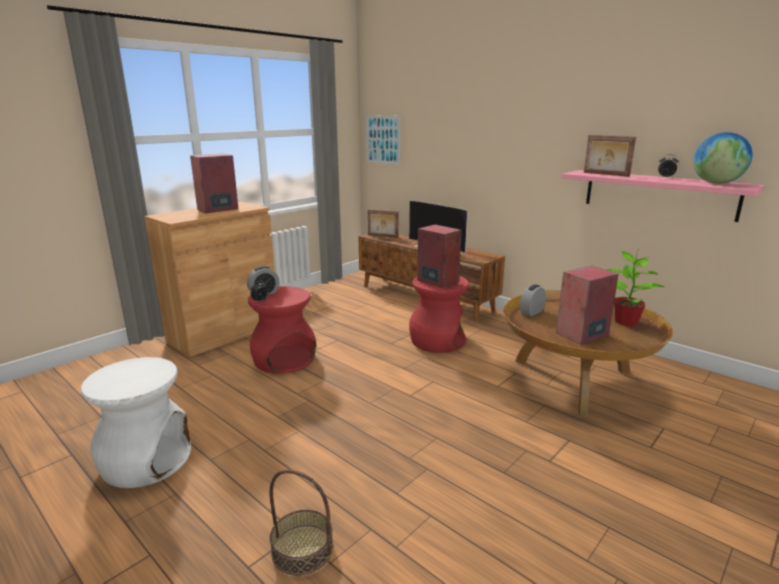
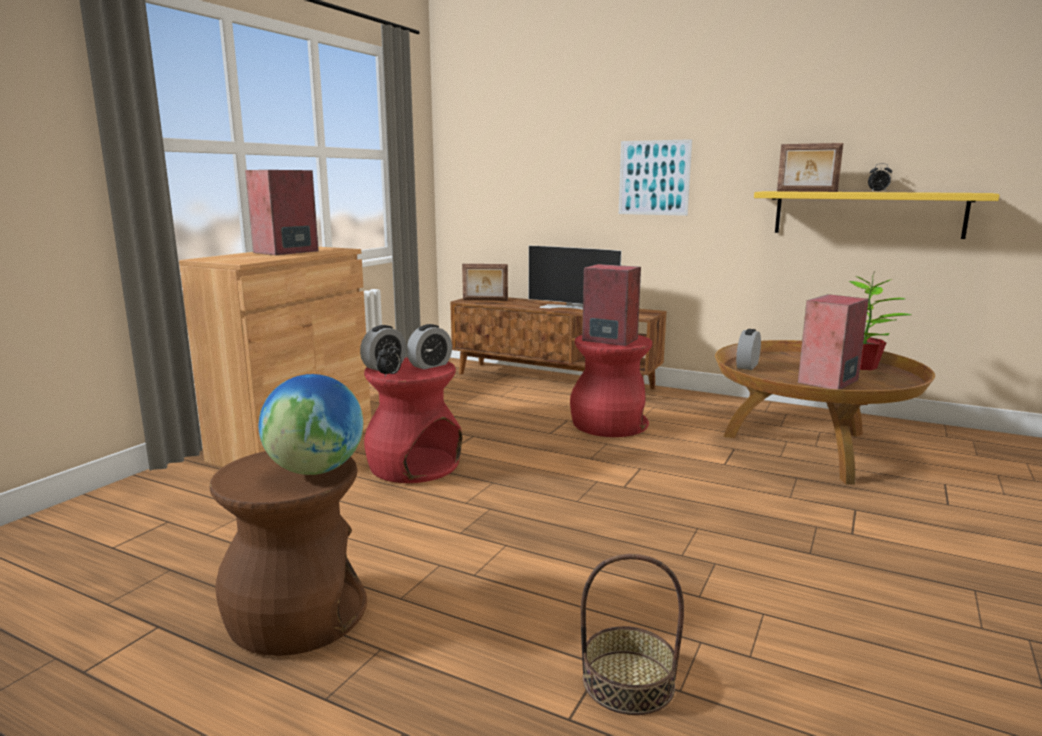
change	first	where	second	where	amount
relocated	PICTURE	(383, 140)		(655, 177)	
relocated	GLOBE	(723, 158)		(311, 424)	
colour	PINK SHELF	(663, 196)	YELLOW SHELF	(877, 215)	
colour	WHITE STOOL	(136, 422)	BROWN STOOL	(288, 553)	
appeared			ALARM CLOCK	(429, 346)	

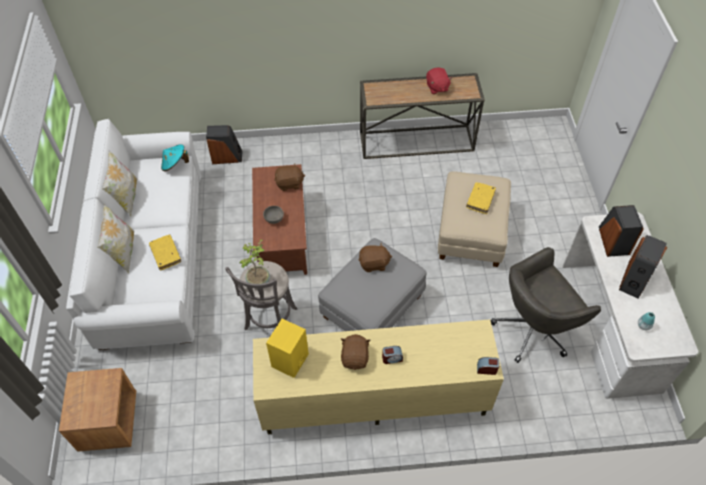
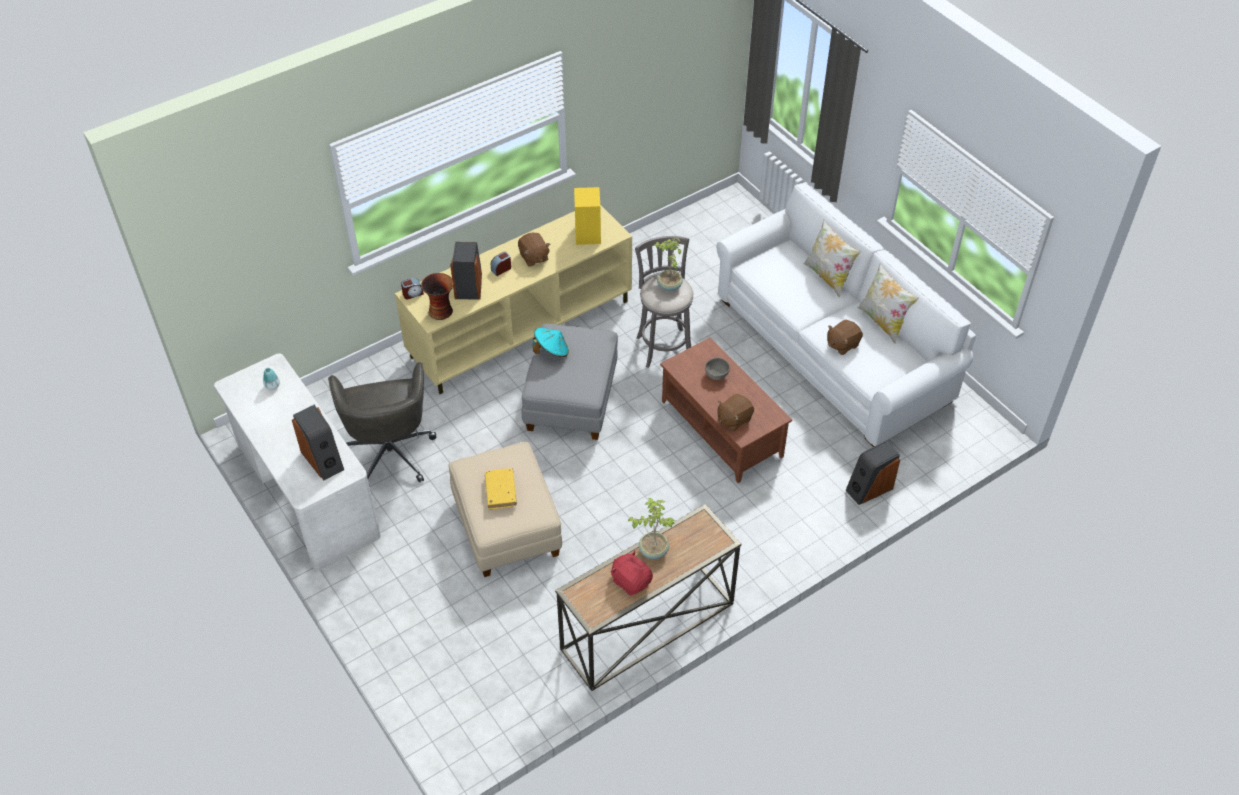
change	first	where	second	where	amount
relocated	TURQUOISE HAT	(175, 157)		(551, 342)	
missing	YELLOW BOOK	(165, 253)			
relocated	SPEAKER	(643, 266)		(466, 271)	
relocated	BROWN PLUSH TOY	(375, 257)		(845, 337)	
spun	GREY OFFICE CHAIR	(546, 305)		(382, 422)	135 degrees clockwise
missing	BROWN NIGHTSTAND	(97, 410)			
appeared			VASE	(437, 296)	
appeared			POTTED PLANT	(651, 528)	

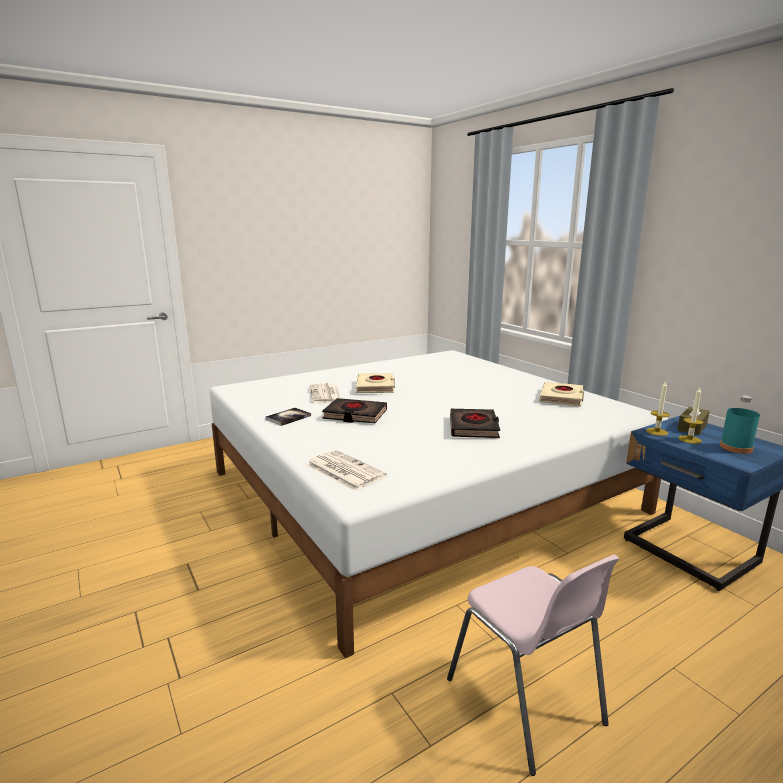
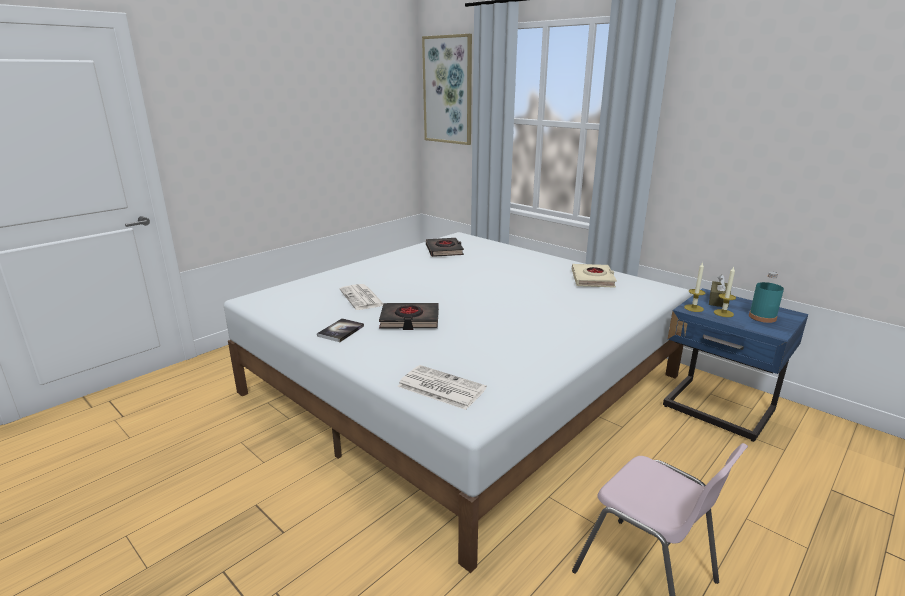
change	first	where	second	where	amount
missing	BEIGE BOOK	(375, 383)			
relocated	BLACK BOOK	(475, 423)		(445, 247)	
appeared			PICTURE	(447, 89)	

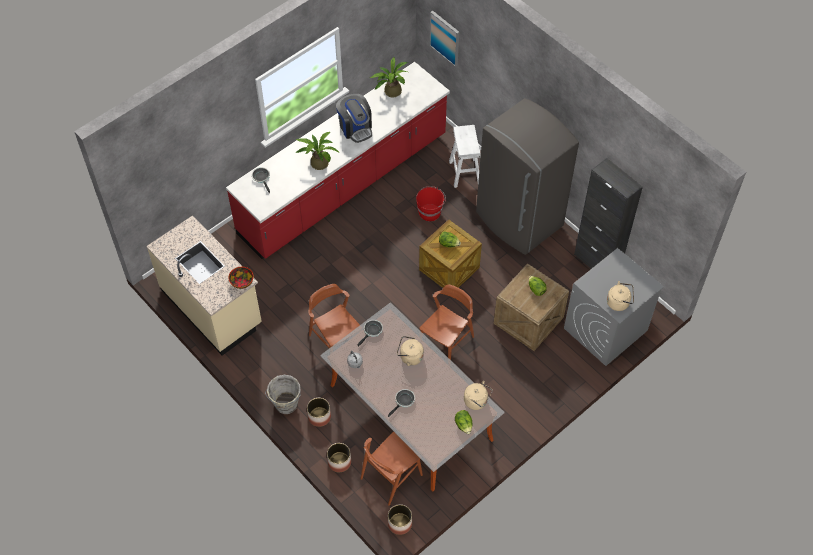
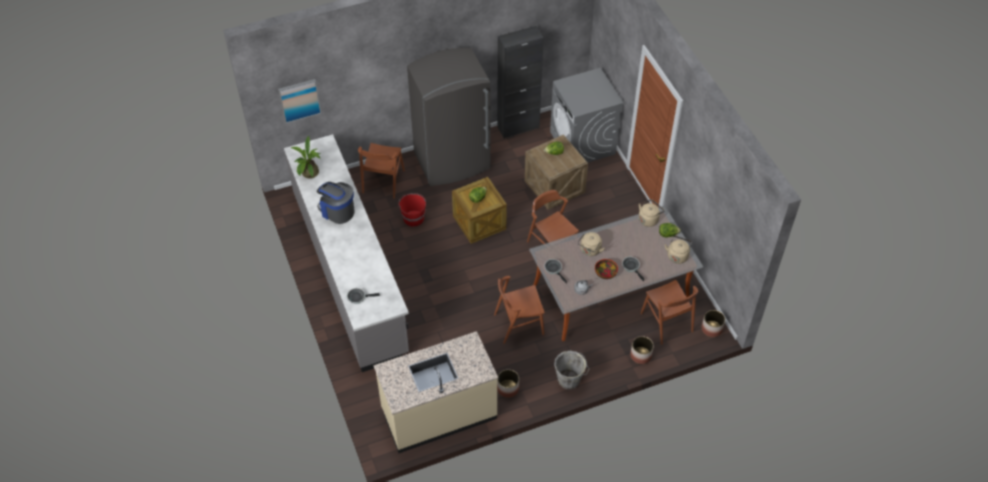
change	first	where	second	where	amount
colour	RED COUNTER	(338, 160)	GREY COUNTER	(346, 253)	
spun	COFFEE MACHINE	(354, 118)		(336, 203)	135 degrees counterclockwise
exchanged	WHITE STOOL	(465, 156)	BROWN CHAIR	(381, 171)	
missing	POTTED PLANT	(318, 151)			
relocated	BOWL	(241, 278)		(606, 269)	
relocated	BEIGE KETTLE	(620, 296)		(679, 250)	
relocated	PLANTER	(319, 412)		(508, 383)	

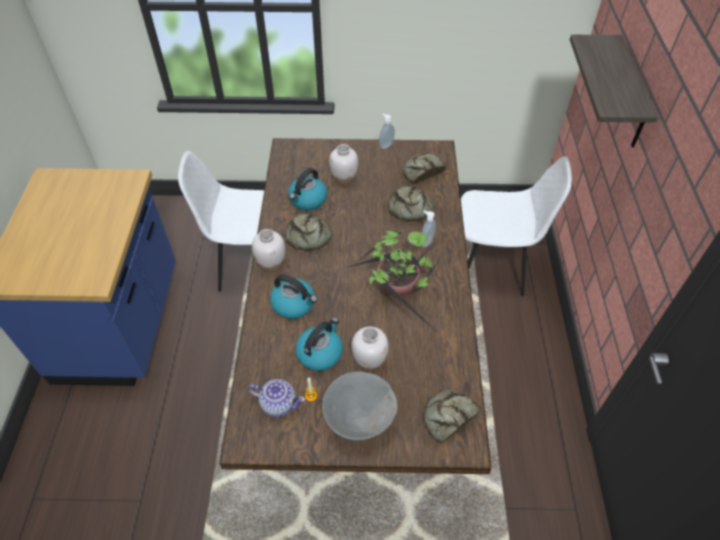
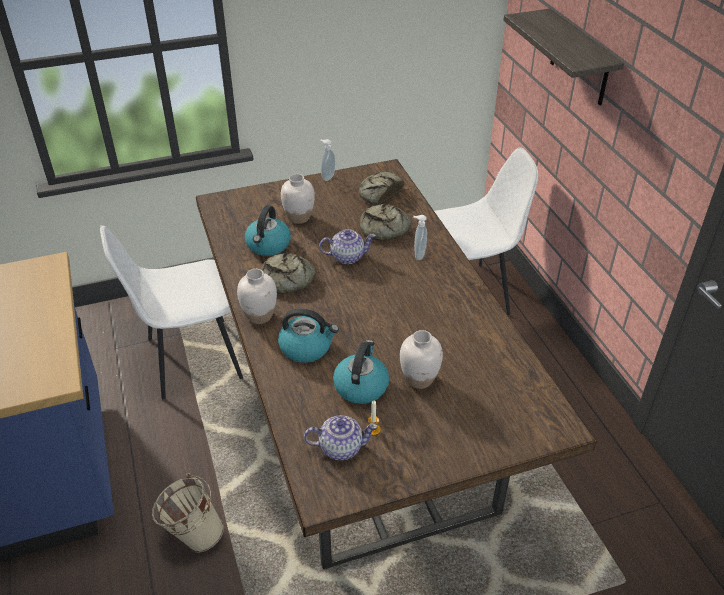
change	first	where	second	where	amount
missing	POTTED PLANT	(393, 279)			
missing	GREY BOWL	(359, 406)			
missing	BREAD	(452, 417)			
appeared			TEAPOT	(347, 246)	
appeared			BEIGE BUCKET	(188, 512)	

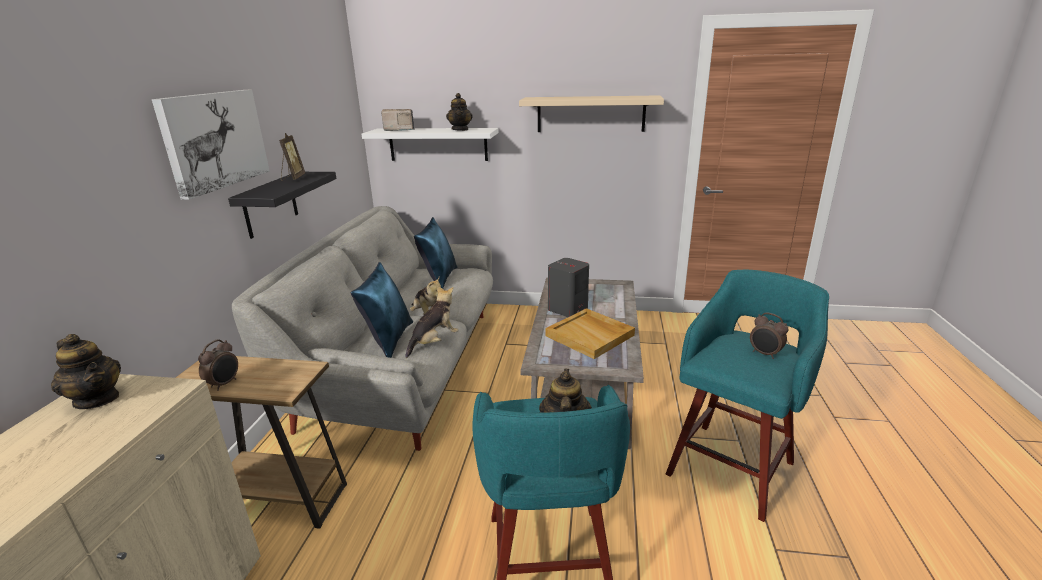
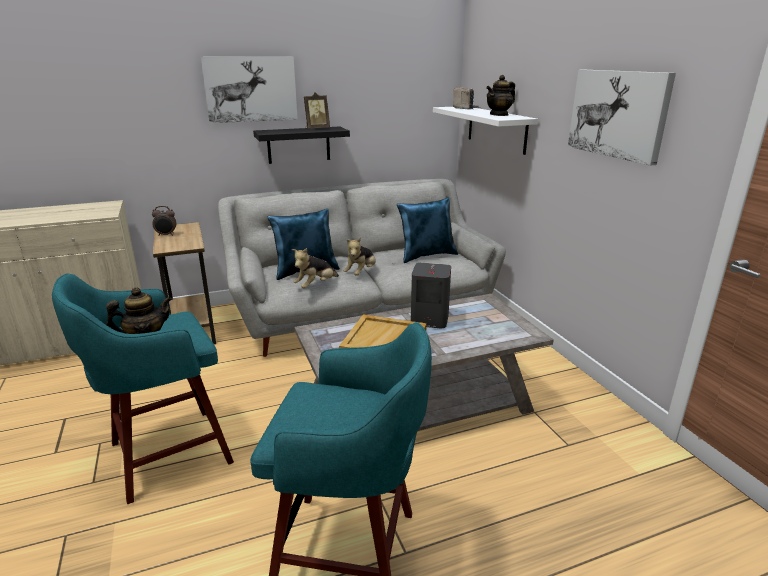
change	first	where	second	where	amount
exchanged	BEIGE SHELF	(591, 113)	PICTURE	(622, 118)	
spun	PLUSH TOY	(432, 322)		(315, 268)	120 degrees clockwise
missing	ALARM CLOCK	(769, 336)			
missing	TEAPOT	(86, 371)			

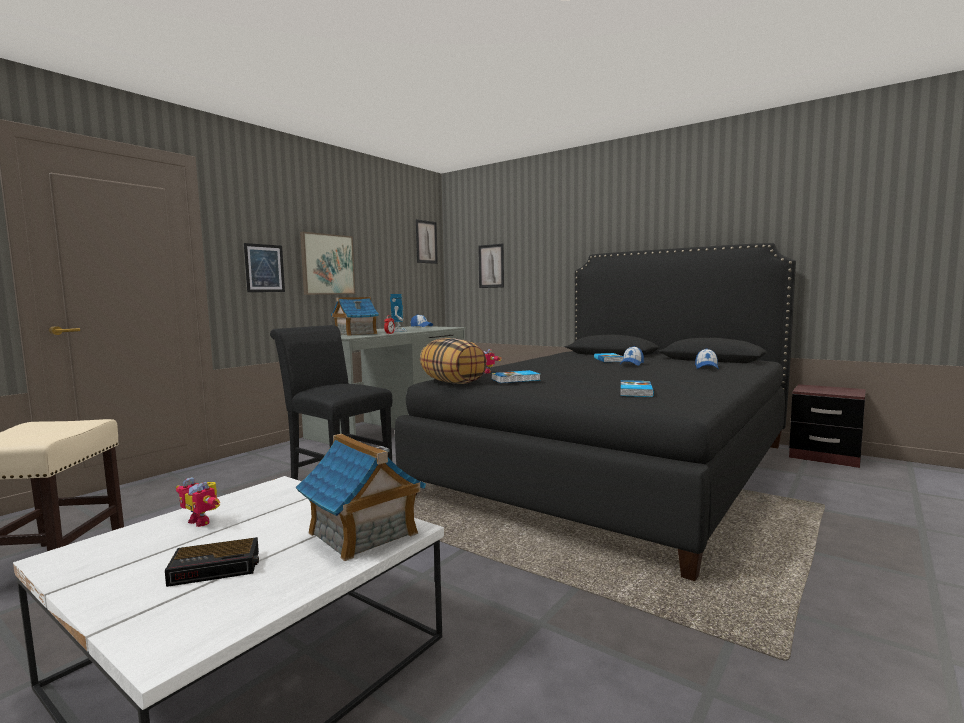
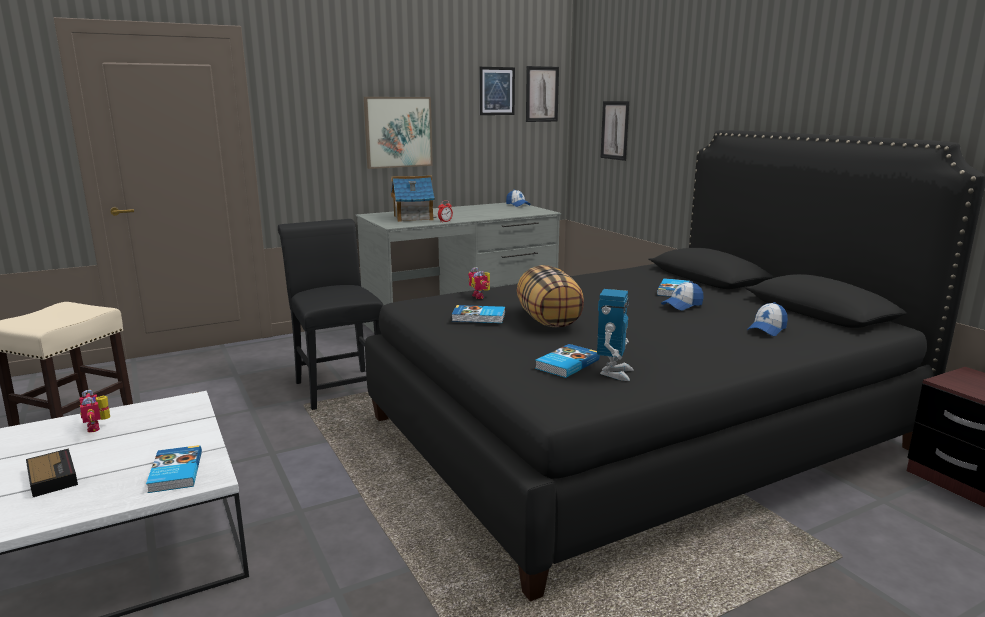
change	first	where	second	where	amount
relocated	PICTURE	(264, 267)		(497, 91)	
relocated	TOY ROBOT	(399, 313)		(615, 335)	
relocated	PILLOW	(453, 361)		(550, 296)	
exchanged	TOY HOUSE	(361, 497)	BOOK	(174, 469)	
spun	ALARM CLOCK	(212, 562)		(52, 472)	135 degrees counterclockwise

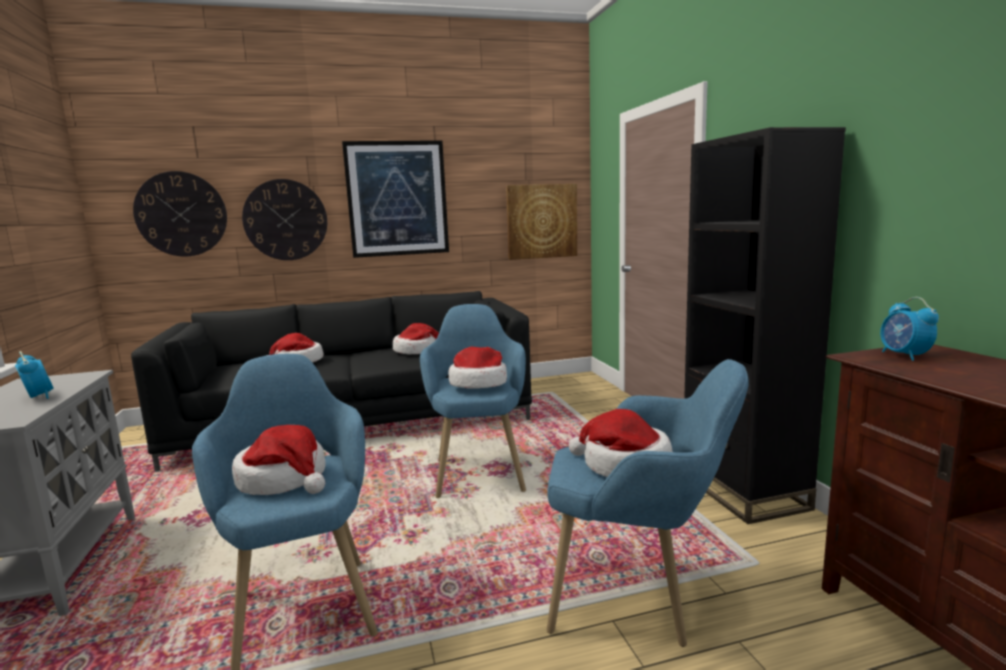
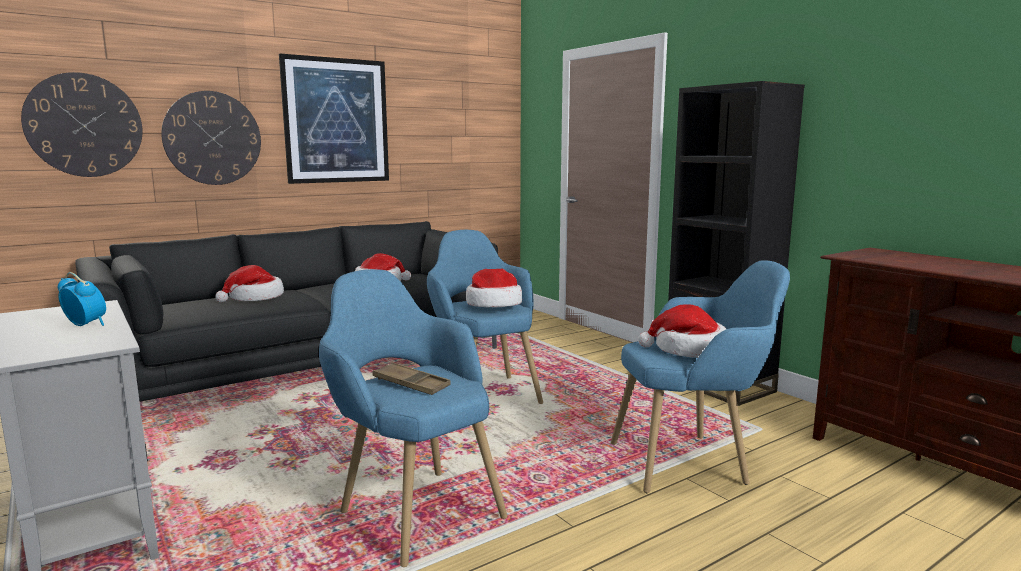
change	first	where	second	where	amount
missing	PICTURE	(541, 222)			
missing	ALARM CLOCK	(909, 329)			
exchanged	HAT	(279, 460)	BROWN TRAY	(412, 378)	

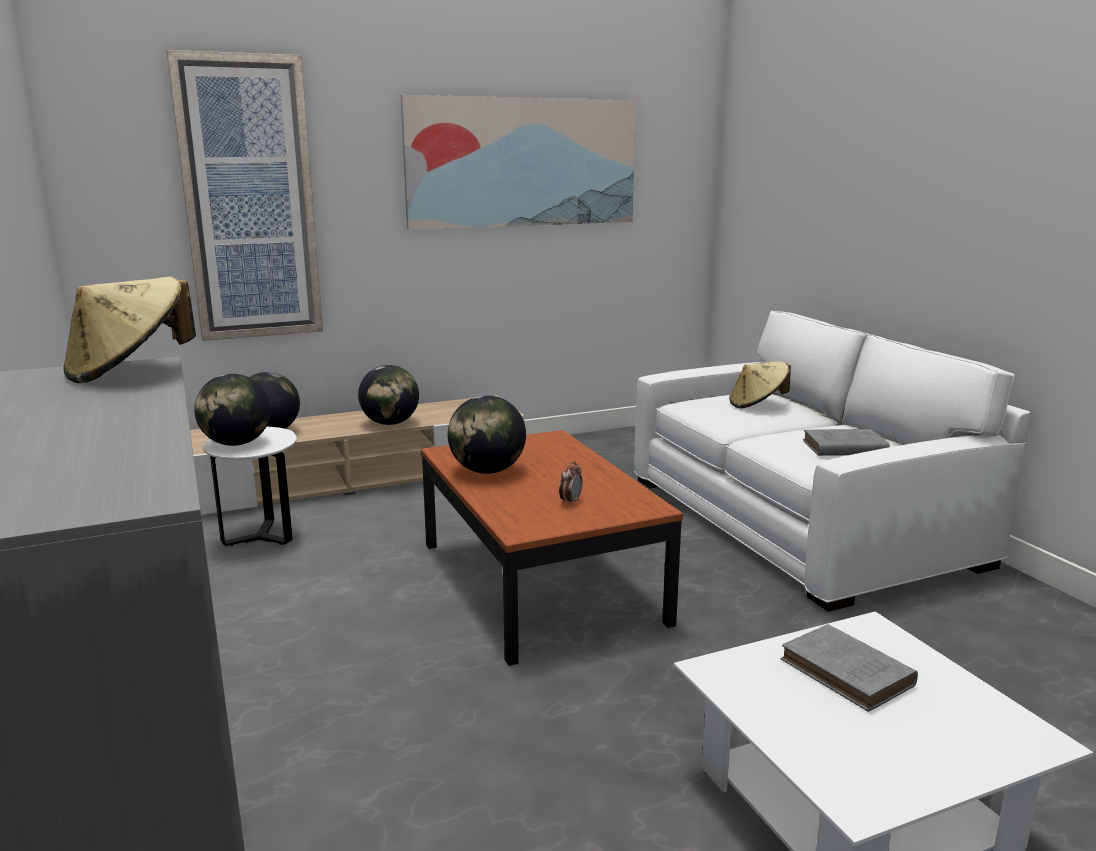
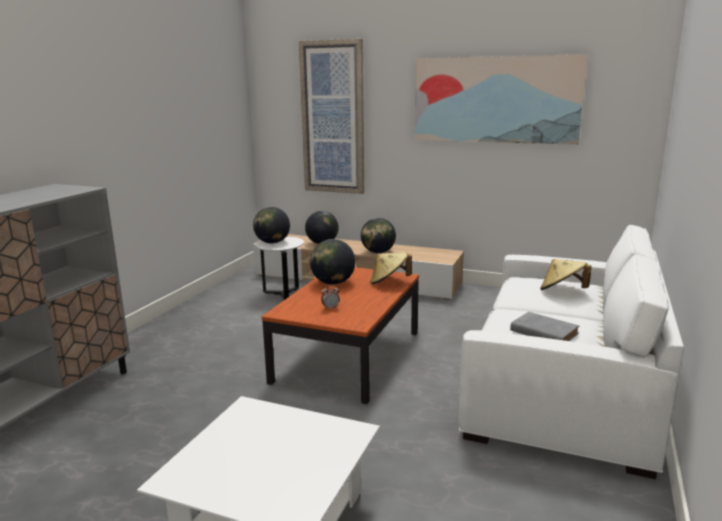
change	first	where	second	where	amount
relocated	BEIGE HAT	(129, 330)		(391, 268)	
missing	GREY BOOK	(849, 668)			

